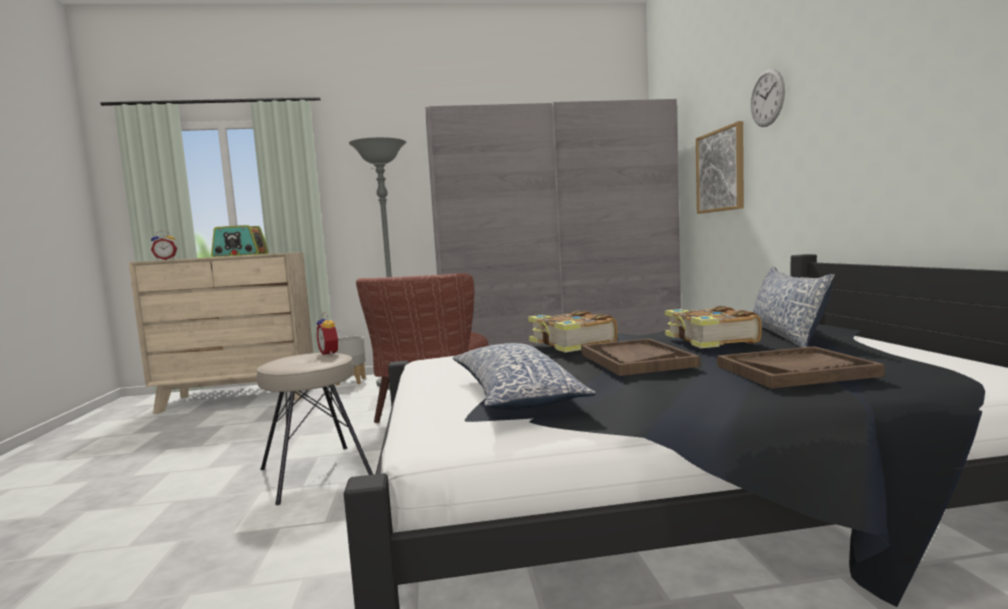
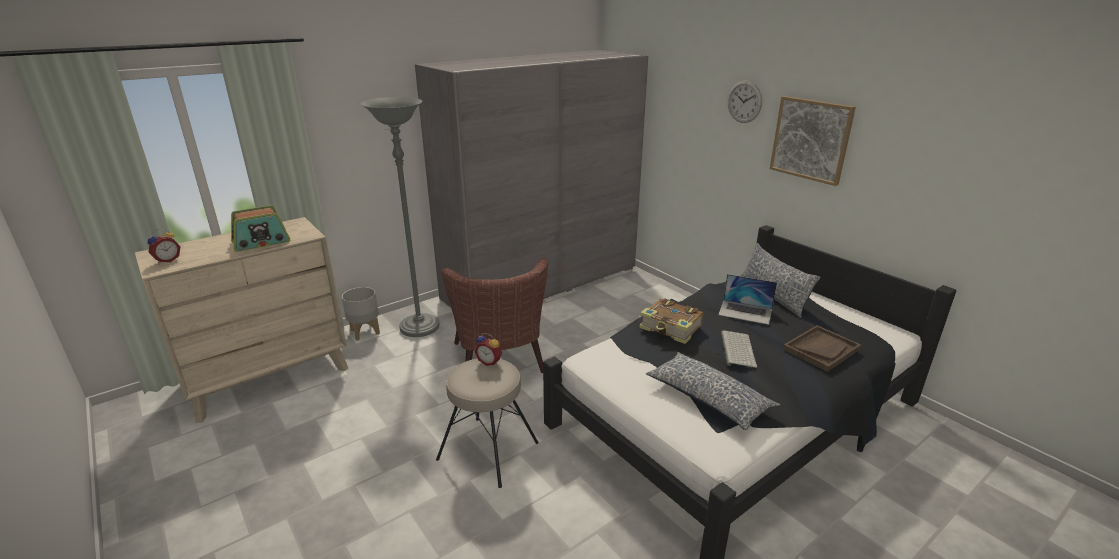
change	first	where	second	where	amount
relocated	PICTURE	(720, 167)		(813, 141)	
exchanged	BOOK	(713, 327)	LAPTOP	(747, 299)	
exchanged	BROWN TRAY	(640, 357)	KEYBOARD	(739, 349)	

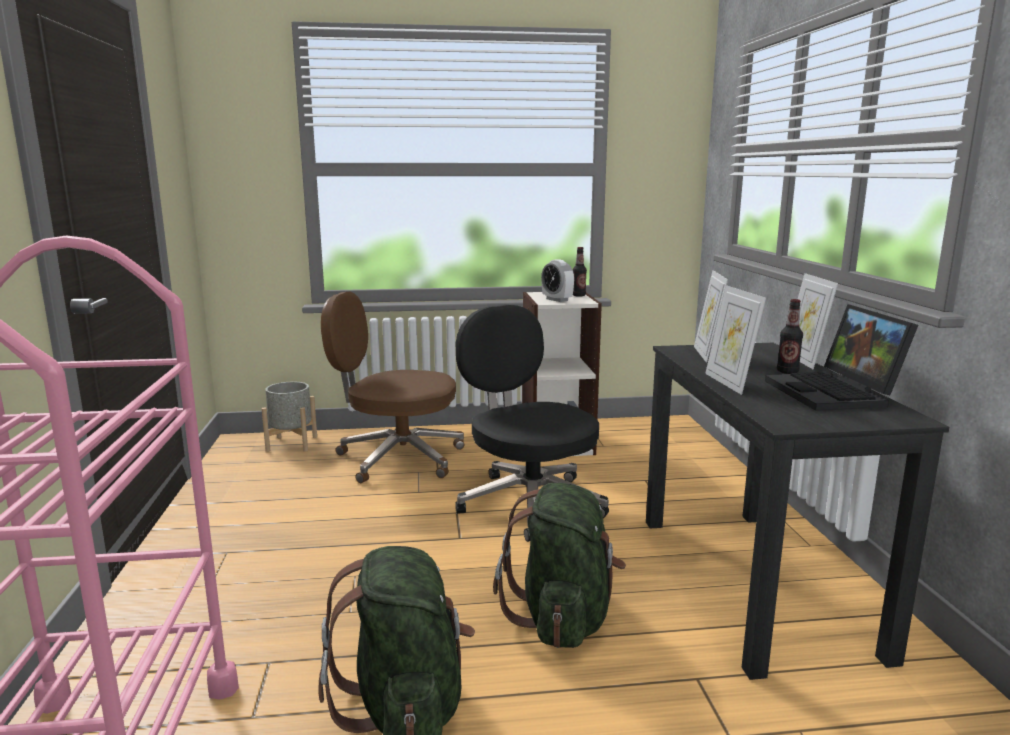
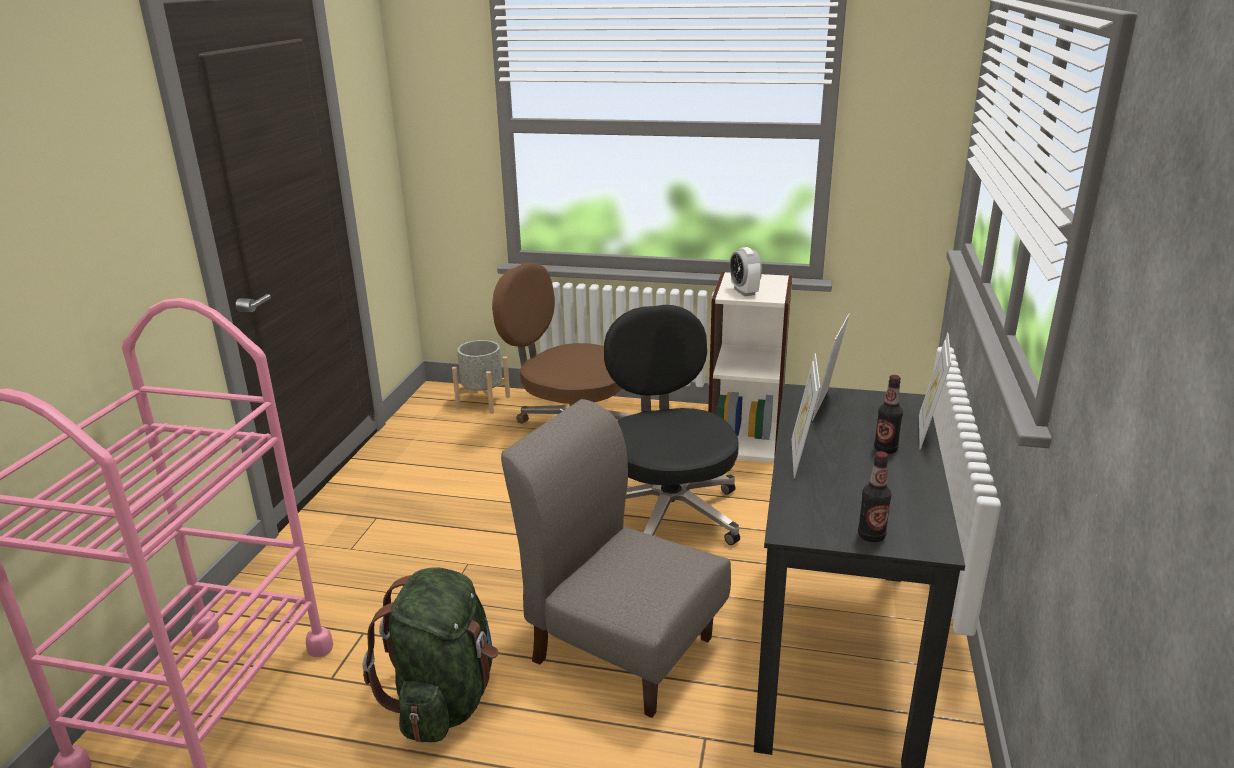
change	first	where	second	where	amount
relocated	BOTTLE	(580, 272)		(875, 496)	
missing	LAPTOP	(841, 357)			
exchanged	GREEN BACKPACK	(559, 565)	GREY CHAIR	(616, 558)	

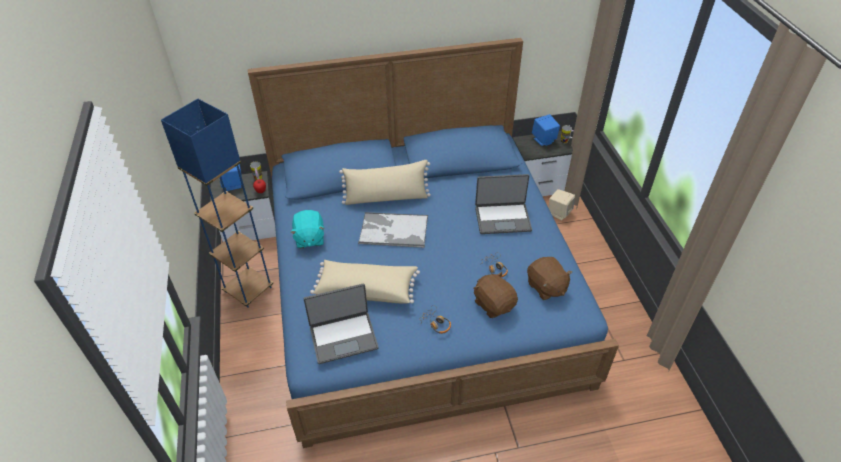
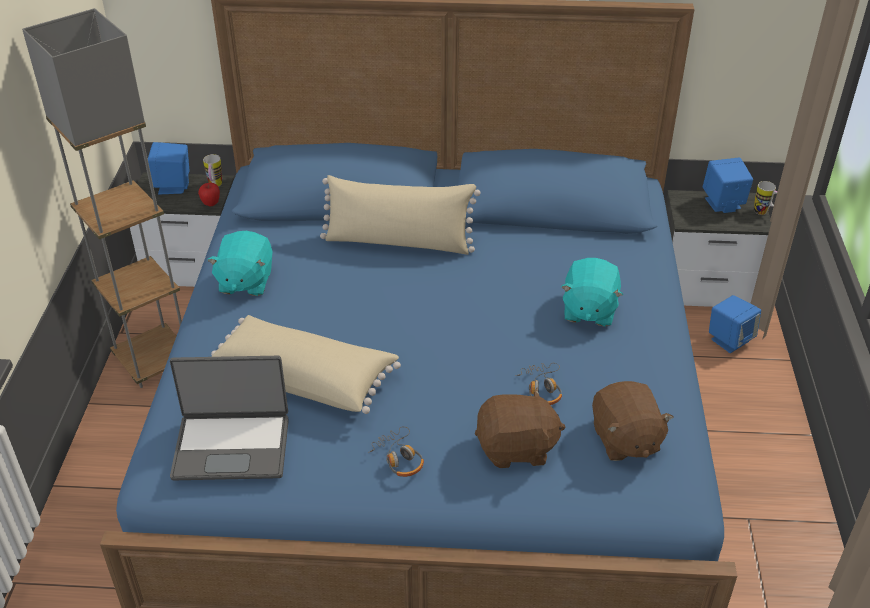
change	first	where	second	where	amount
colour	BLUE FLOOR LAMP	(217, 203)	GREY FLOOR LAMP	(102, 198)	
exchanged	LAPTOP	(503, 204)	TURQUOISE PLUSH TOY	(592, 292)	
colour	BEIGE SPEAKER	(562, 204)	BLUE SPEAKER	(735, 324)	
missing	TRAY	(393, 230)			
spun	BROWN PLUSH TOY	(495, 295)		(520, 428)	105 degrees clockwise

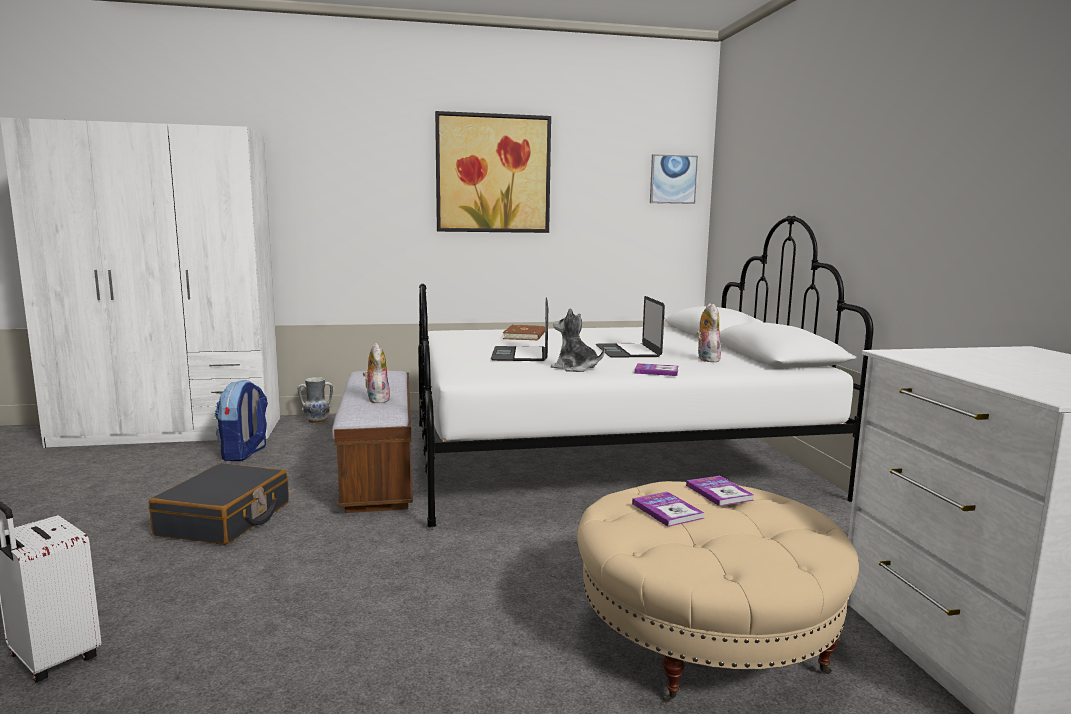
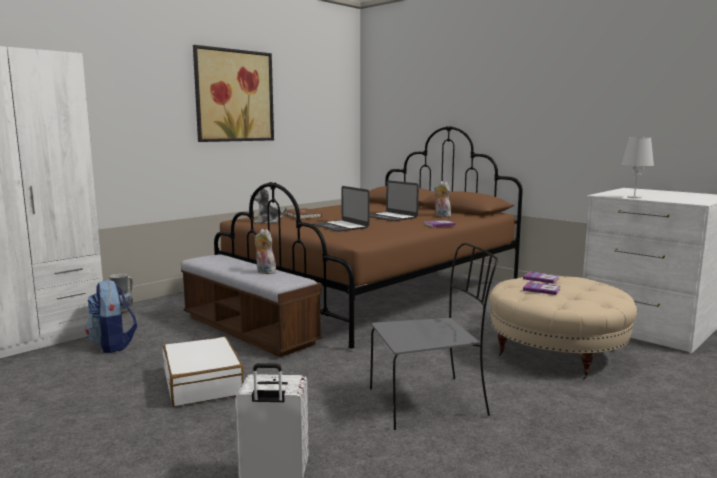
change	first	where	second	where	amount
missing	PICTURE	(674, 179)			
colour	WHITE BED	(645, 372)	BROWN BED	(368, 237)	
relocated	PLUSH TOY	(578, 340)		(269, 206)	
colour	BLACK SUITCASE	(219, 504)	WHITE SUITCASE	(203, 371)	
appeared			WHITE TABLE LAMP	(637, 167)	
appeared			GREY CHAIR	(434, 336)	

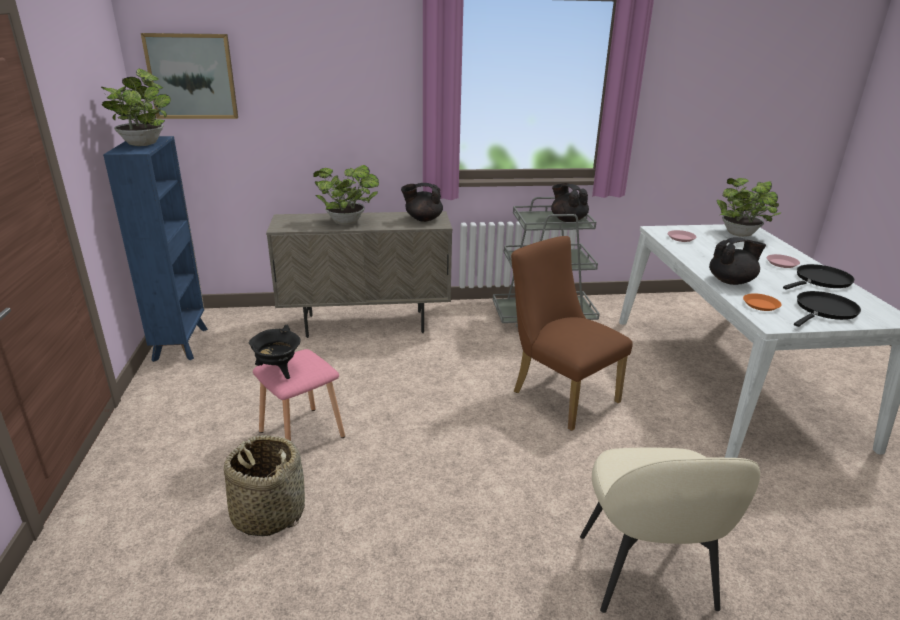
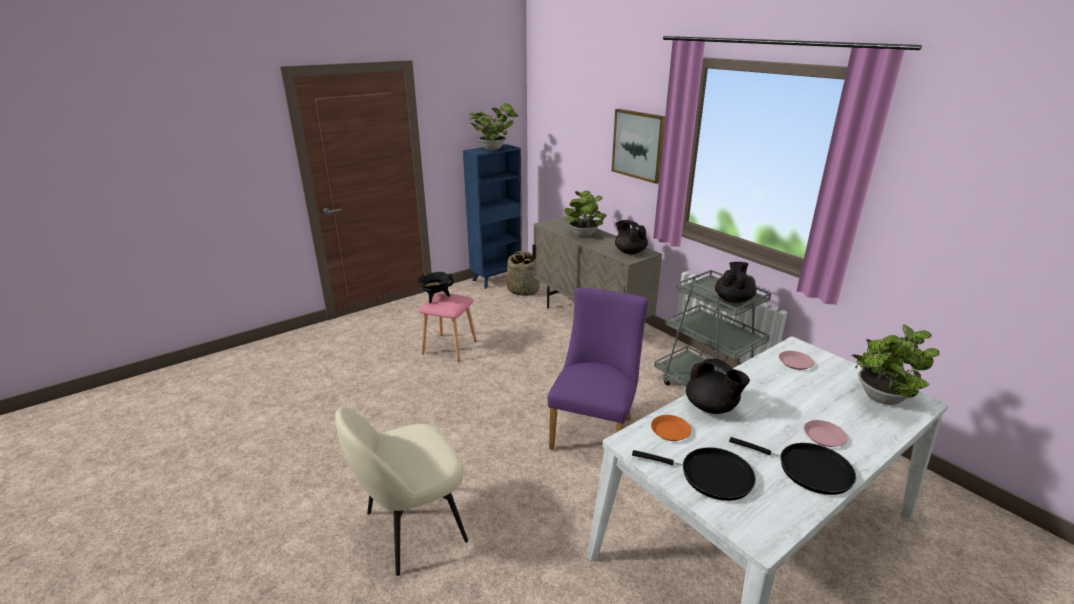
change	first	where	second	where	amount
relocated	PICTURE	(189, 76)		(638, 146)	
colour	BROWN CHAIR	(572, 333)	PURPLE CHAIR	(597, 369)	
relocated	BASKET	(264, 485)		(523, 273)	

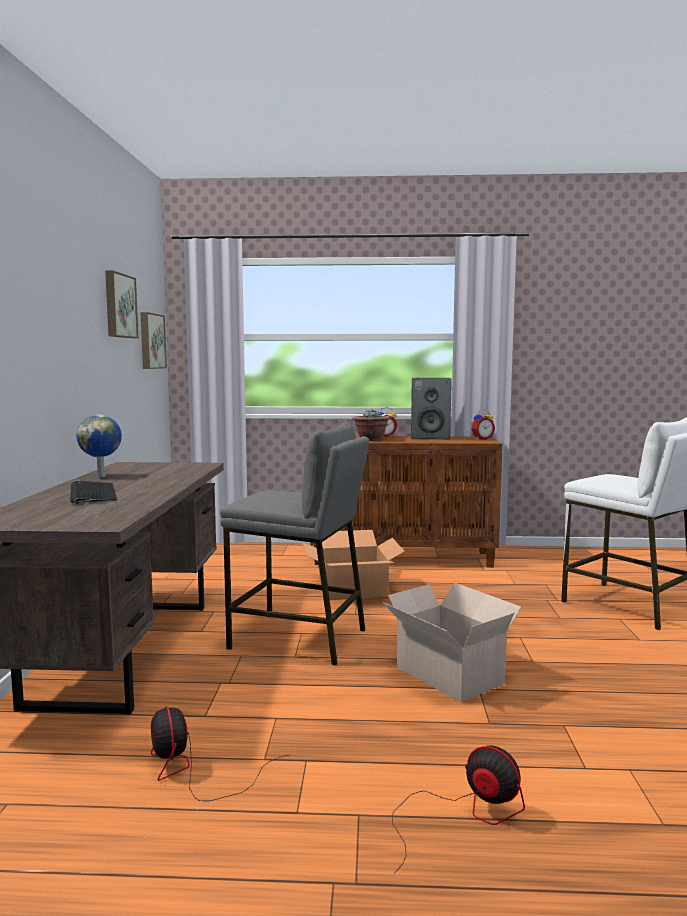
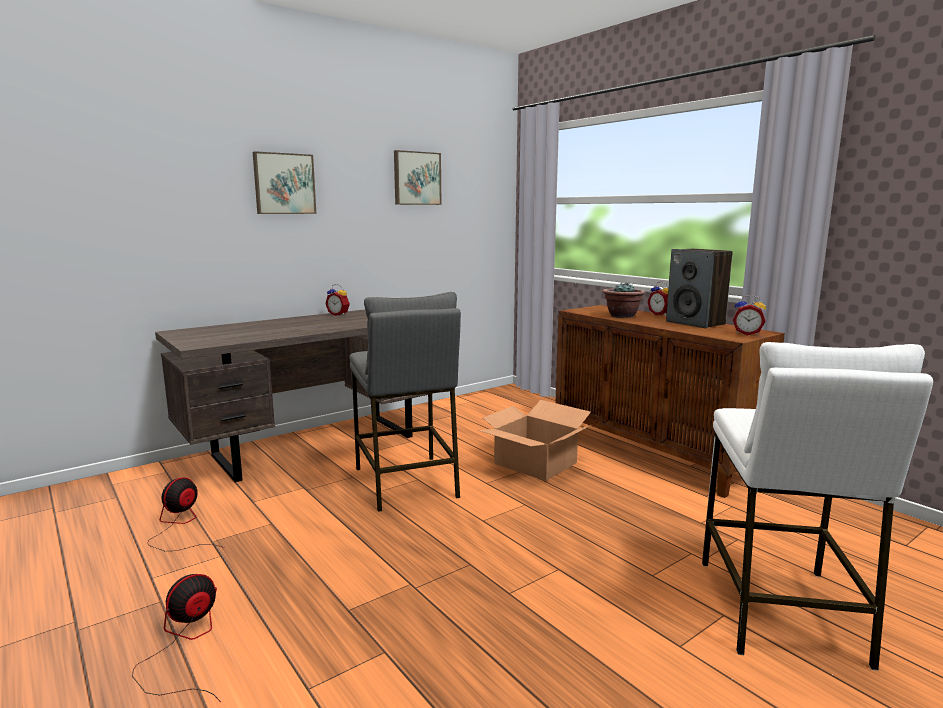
change	first	where	second	where	amount
relocated	PICTURE	(154, 340)		(284, 182)	
exchanged	GLOBE	(99, 446)	ALARM CLOCK	(337, 300)	
missing	KEYBOARD	(93, 492)			
missing	CARDBOARD BOX	(451, 642)			
spun	FAN	(458, 810)		(176, 638)	135 degrees counterclockwise

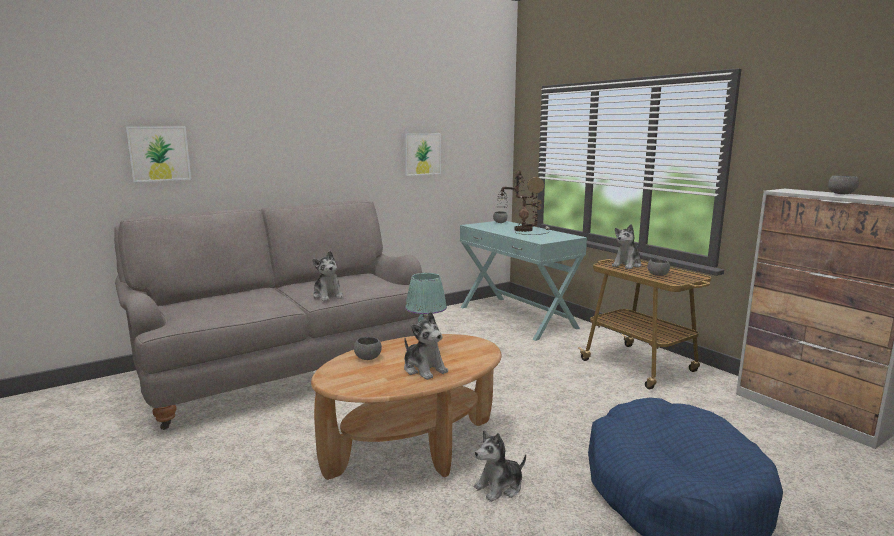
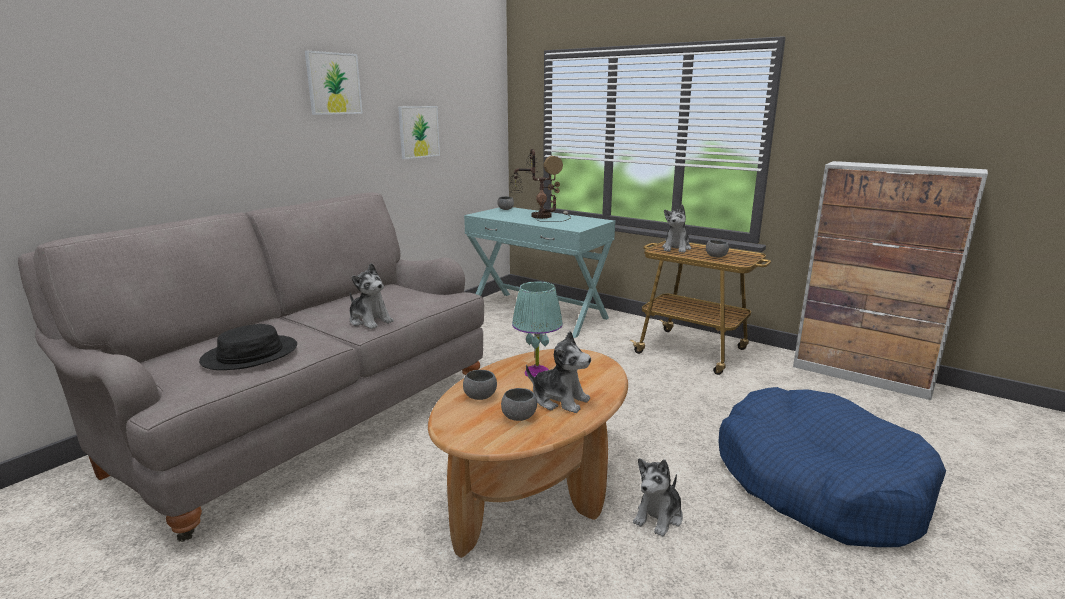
change	first	where	second	where	amount
relocated	PICTURE	(158, 154)		(334, 83)	
relocated	GREY BOWL	(843, 185)		(519, 404)	
appeared			BLACK HAT	(248, 347)	

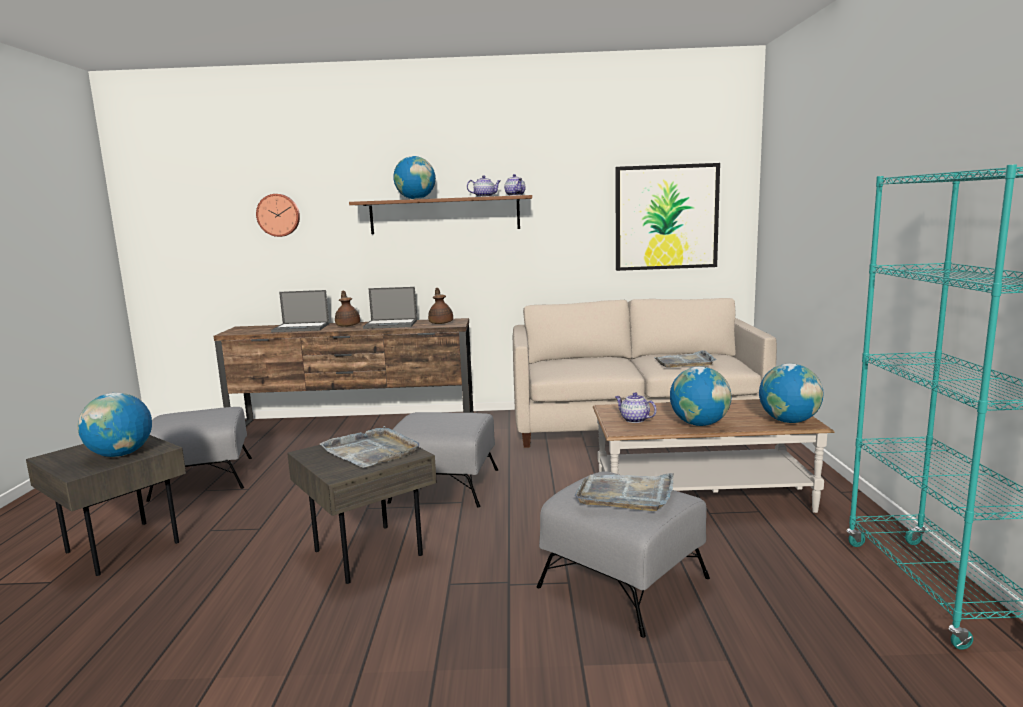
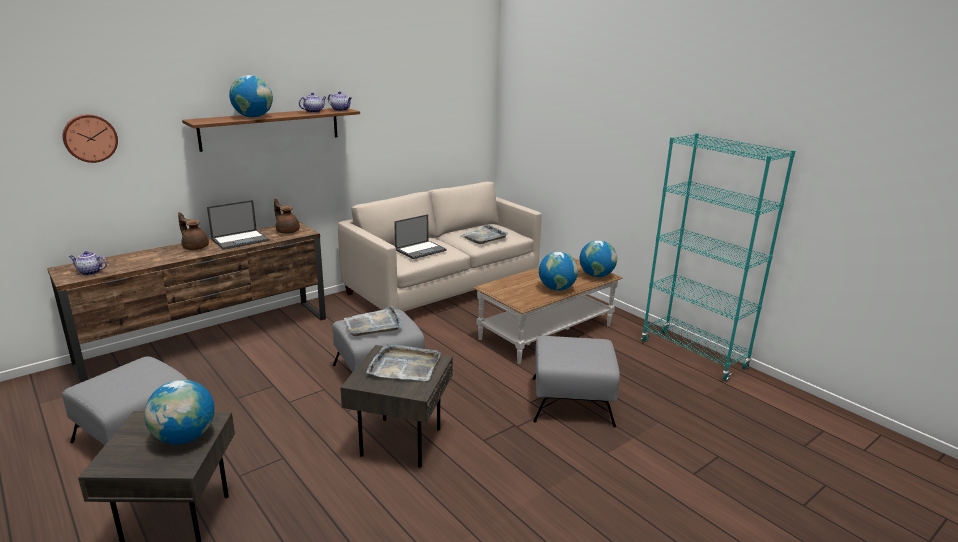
change	first	where	second	where	amount
missing	PICTURE	(668, 217)			
relocated	LAPTOP	(300, 311)		(420, 236)	
relocated	TEAPOT	(636, 407)		(88, 263)	
relocated	GREY TRAY	(624, 492)		(373, 321)	

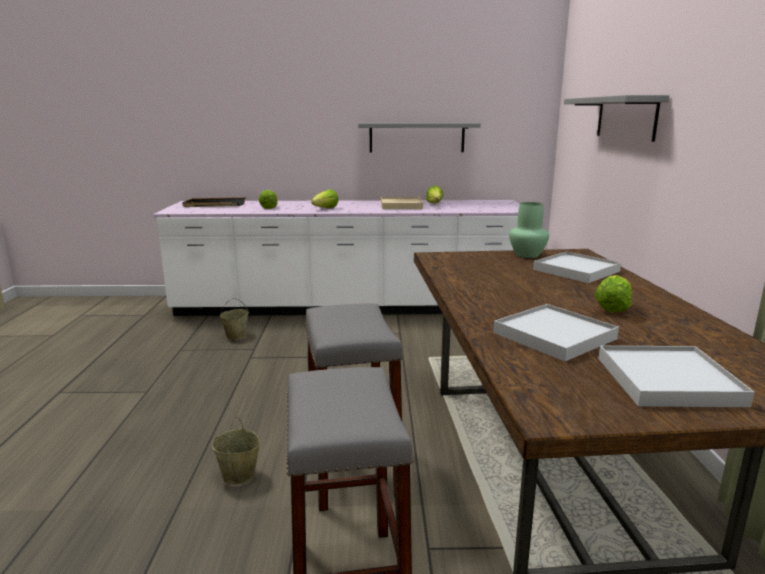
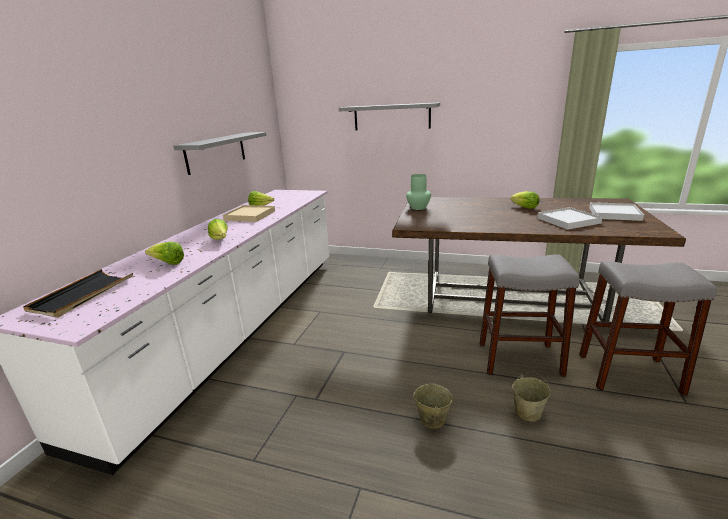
change	first	where	second	where	amount
missing	WHITE TRAY	(577, 267)			
relocated	BEIGE BUCKET	(234, 319)		(433, 403)	

